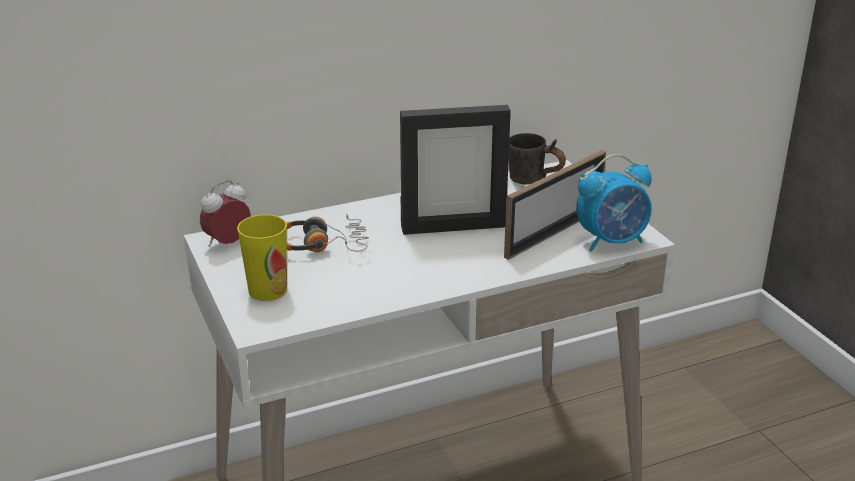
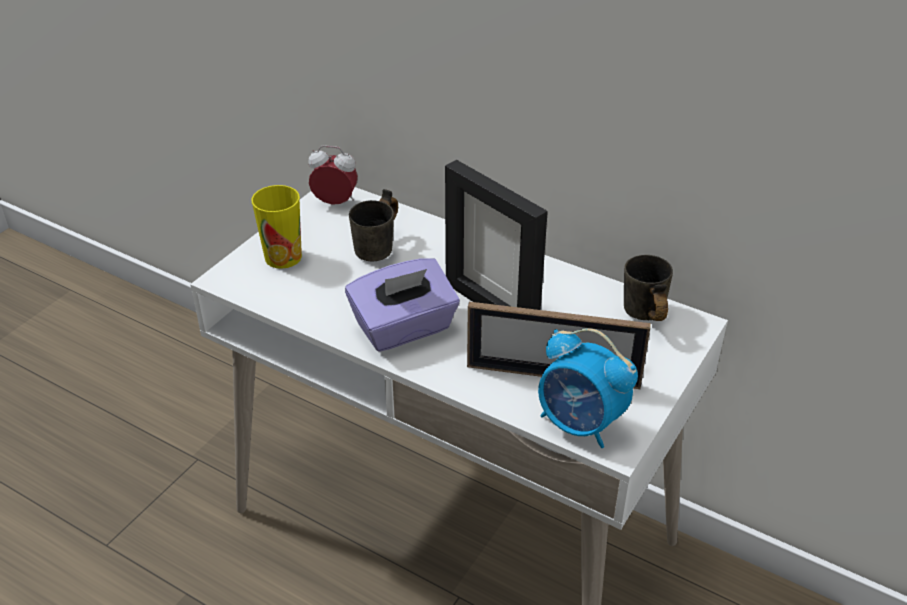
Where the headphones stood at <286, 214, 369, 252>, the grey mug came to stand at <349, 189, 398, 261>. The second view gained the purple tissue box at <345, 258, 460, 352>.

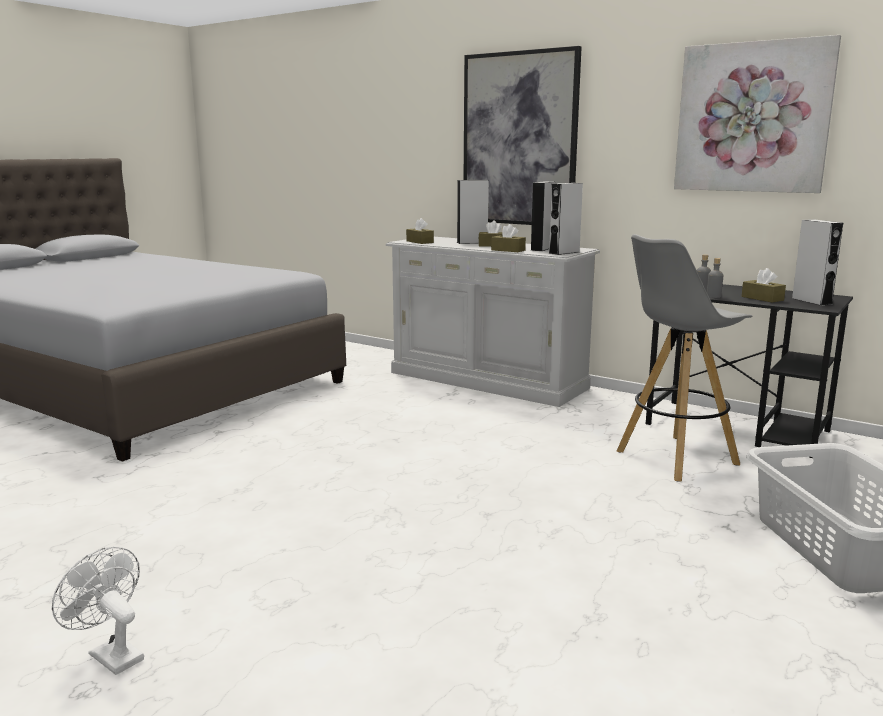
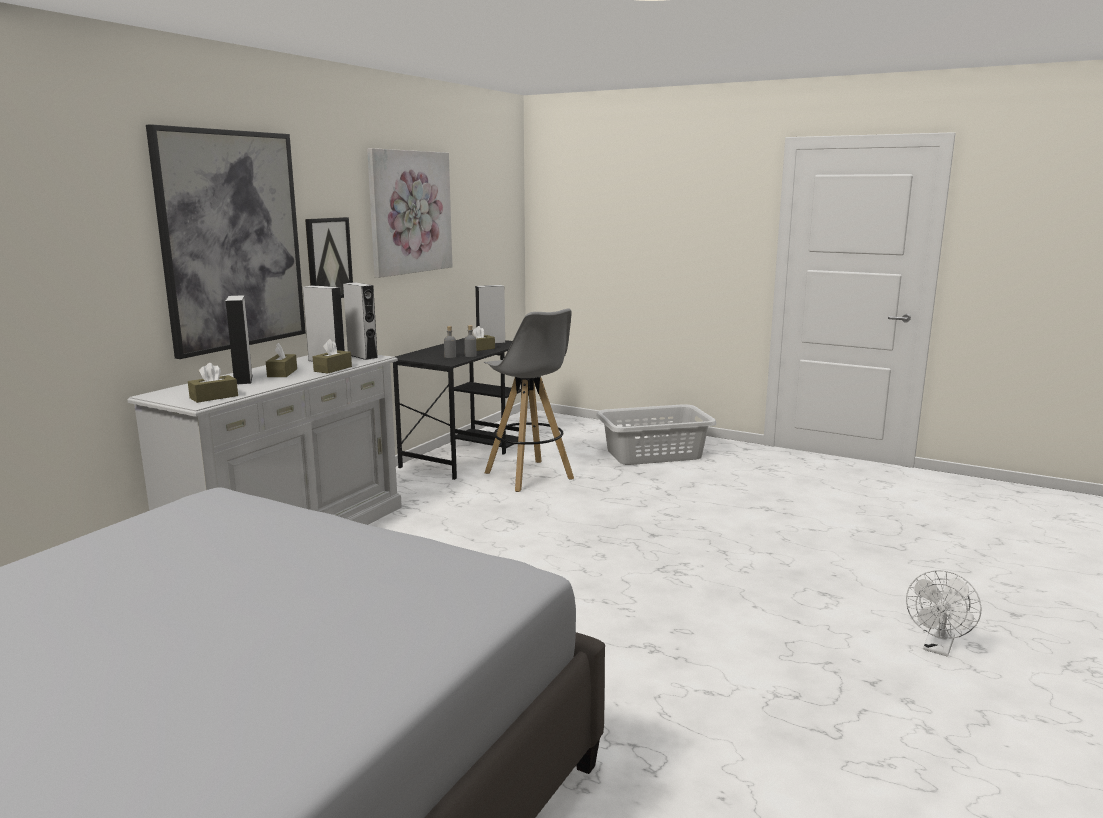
The second view gained the picture at <305, 217, 353, 298>.

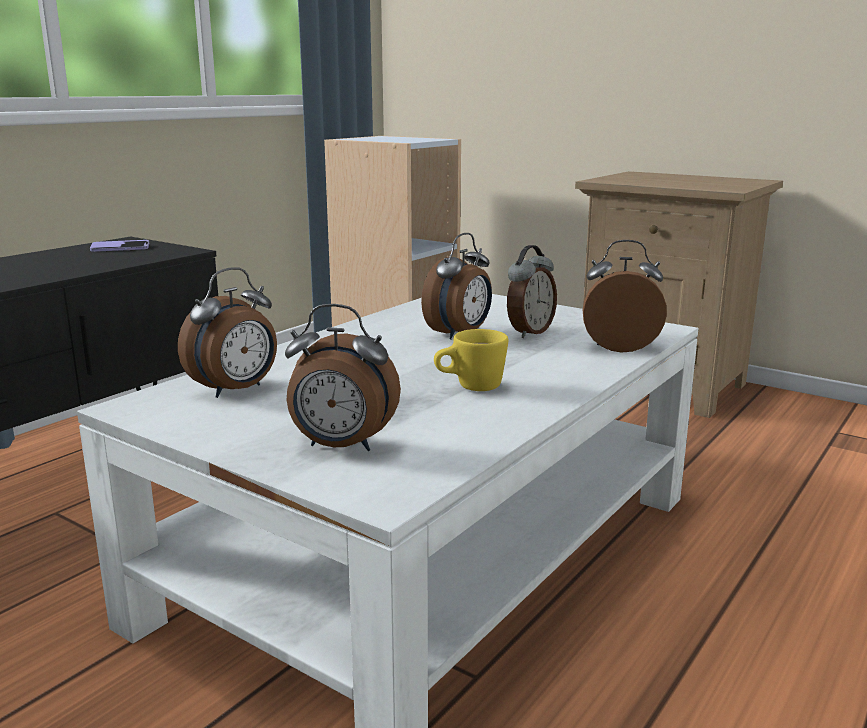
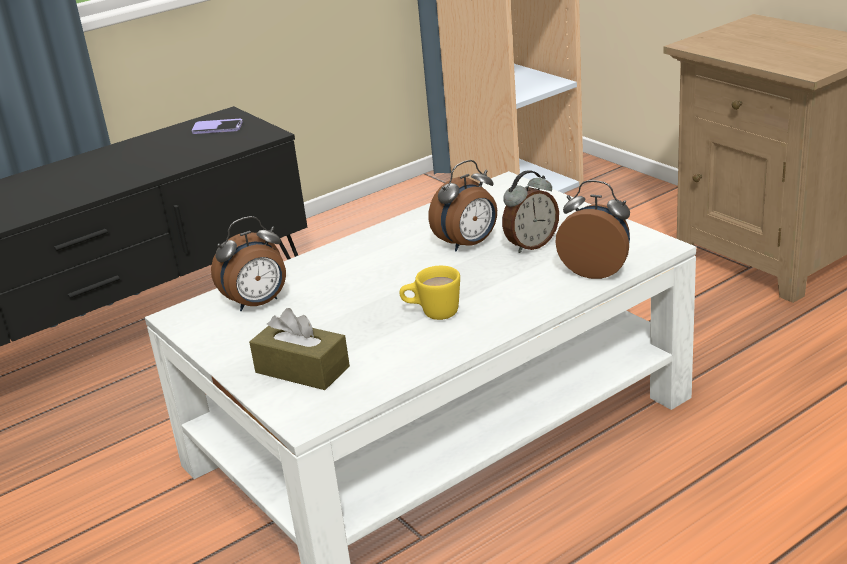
Where the alarm clock stood at <285, 304, 401, 451>, the brown tissue box came to stand at <249, 308, 350, 390>.

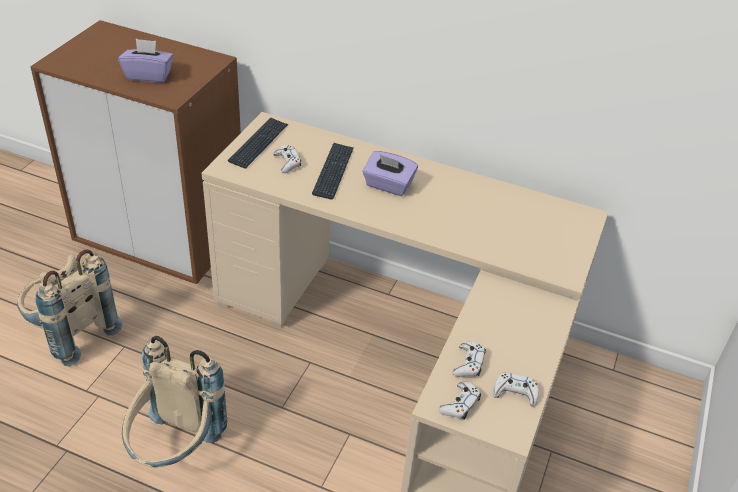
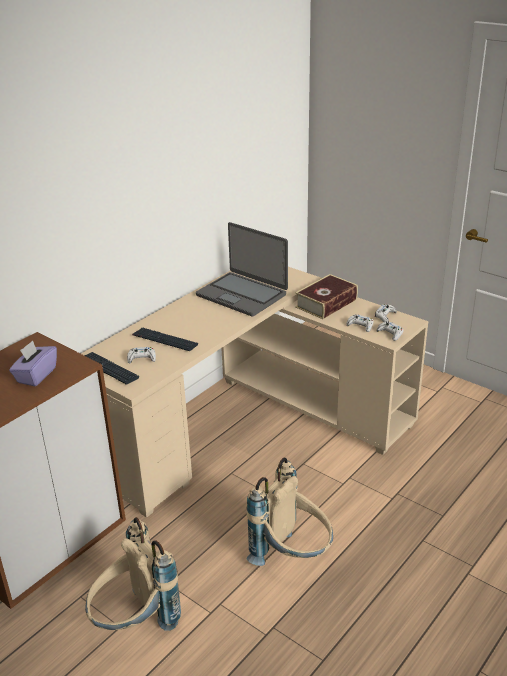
The second view lost the purple tissue box at <362, 151, 418, 196>. The second view gained the laptop at <196, 222, 288, 317>. The second view gained the book at <295, 274, 358, 319>.

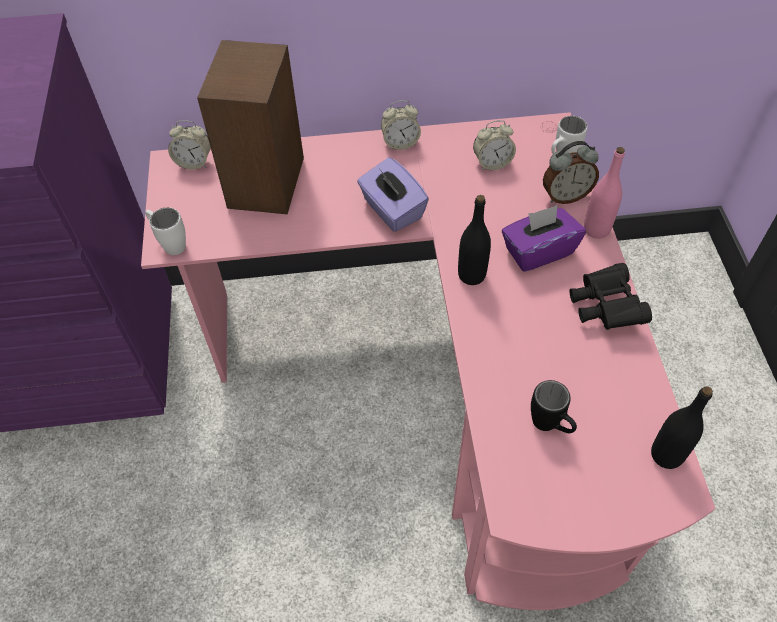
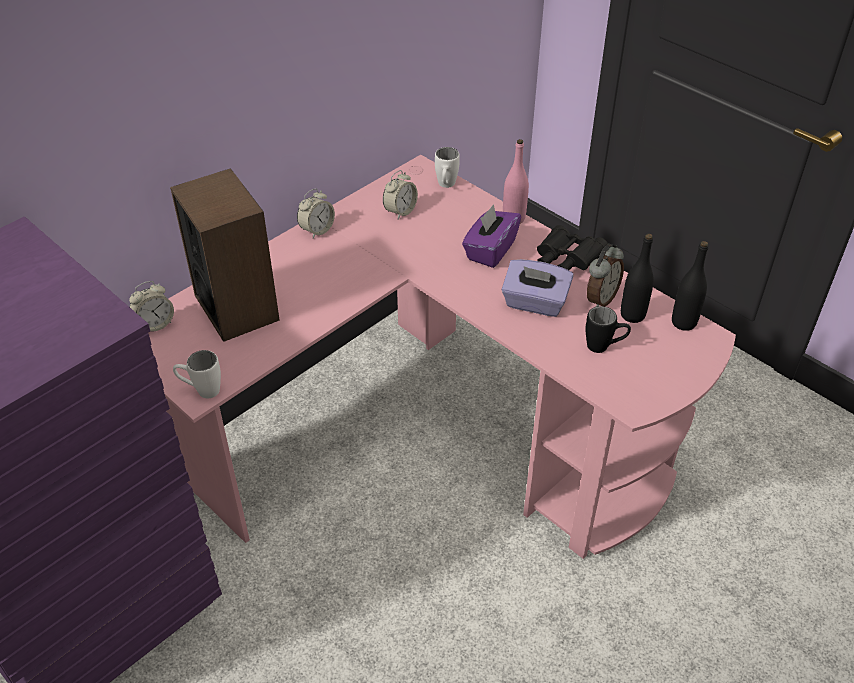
The purple tissue box ended up elsewhere, having gone from <357, 157, 429, 232> to <502, 259, 573, 317>. The black bottle ended up elsewhere, having gone from <458, 195, 491, 285> to <621, 234, 654, 323>. The alarm clock ended up elsewhere, having gone from <543, 141, 599, 204> to <587, 244, 624, 307>.

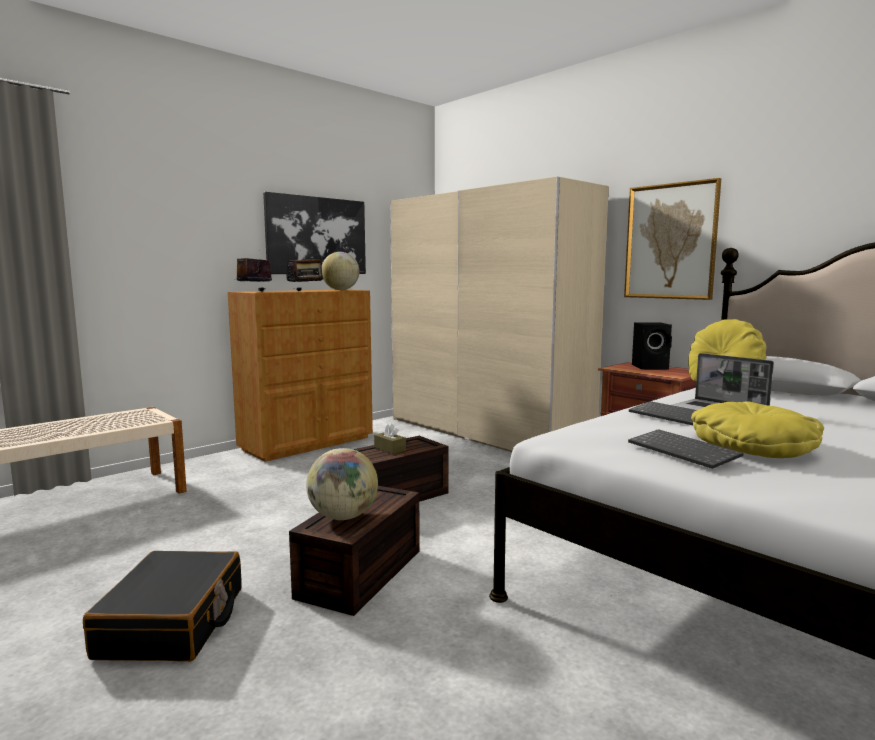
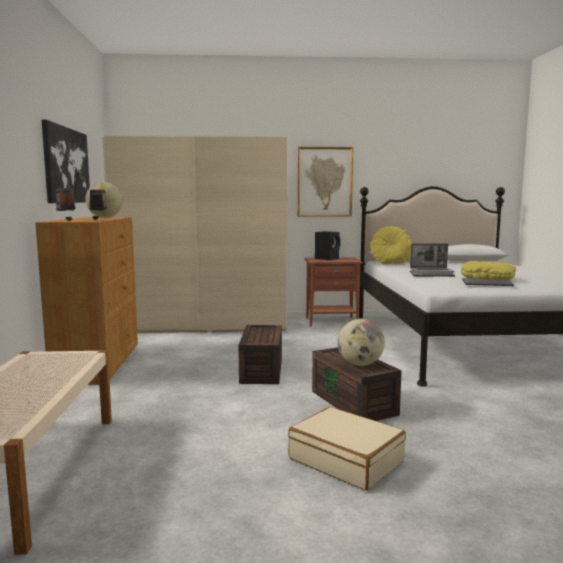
What was the black suitcase at <83, 551, 242, 662> turned into the beige suitcase at <288, 407, 406, 490>. The second view lost the brown tissue box at <374, 423, 406, 454>.

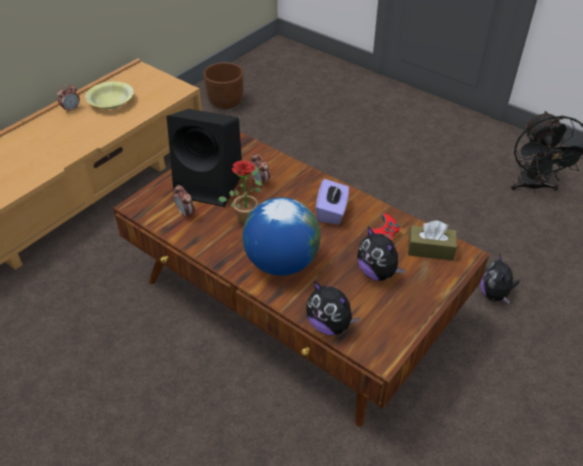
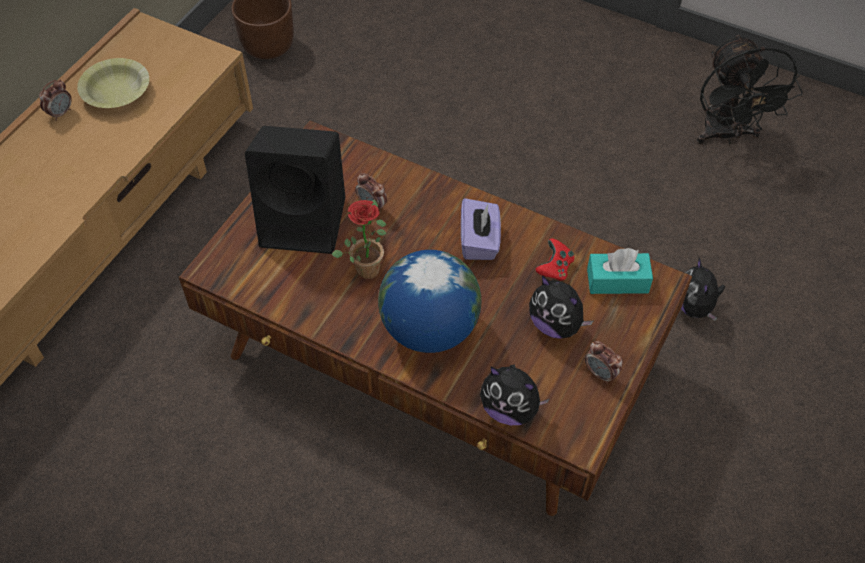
The alarm clock ended up elsewhere, having gone from <174, 185, 195, 219> to <585, 341, 623, 384>. What was the brown tissue box at <408, 221, 457, 261> turned into the turquoise tissue box at <587, 248, 653, 294>.

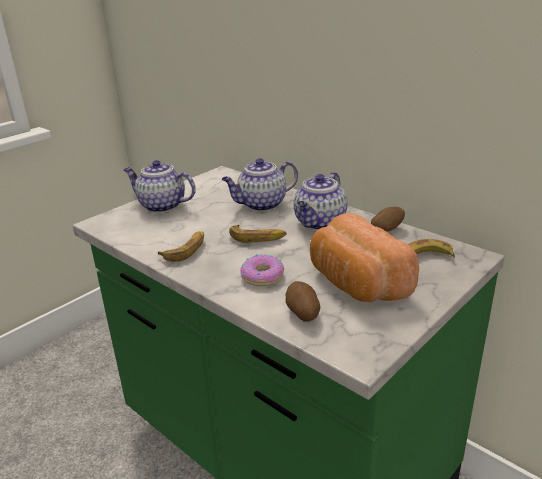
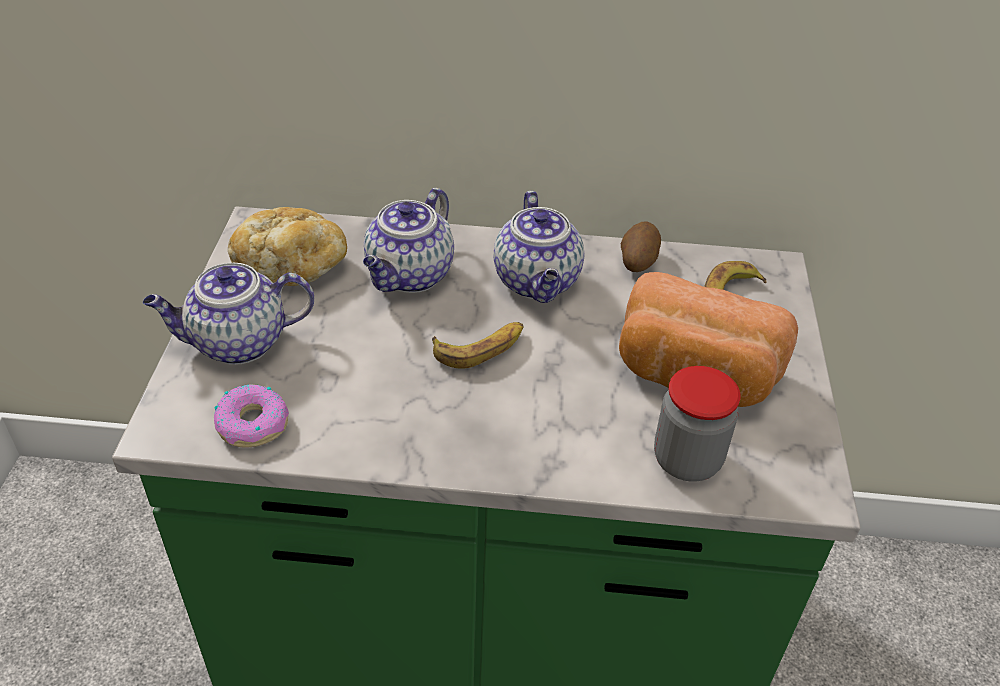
The second view lost the banana at <158, 231, 204, 262>. The donut ended up elsewhere, having gone from <240, 254, 284, 286> to <214, 384, 289, 448>. Where the potato stood at <286, 281, 320, 322>, the jar came to stand at <654, 366, 741, 481>. The second view gained the bread at <228, 207, 347, 286>.

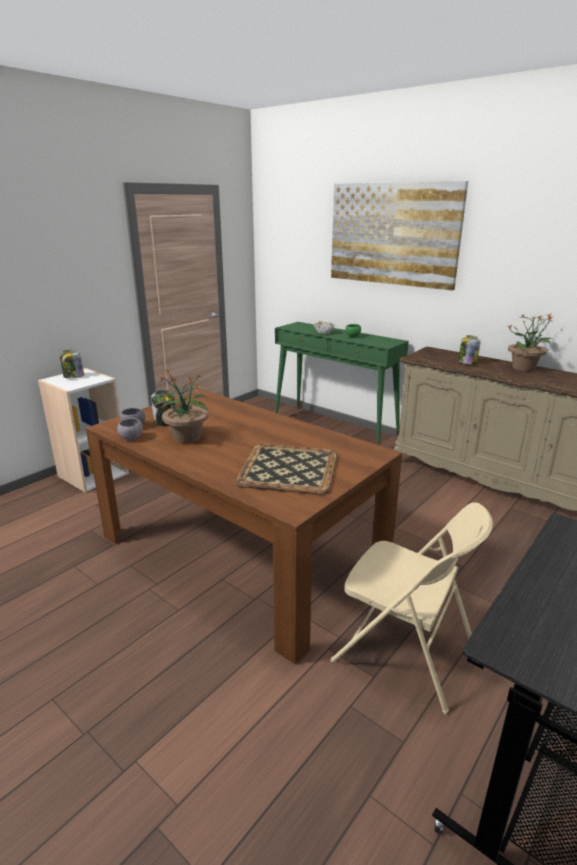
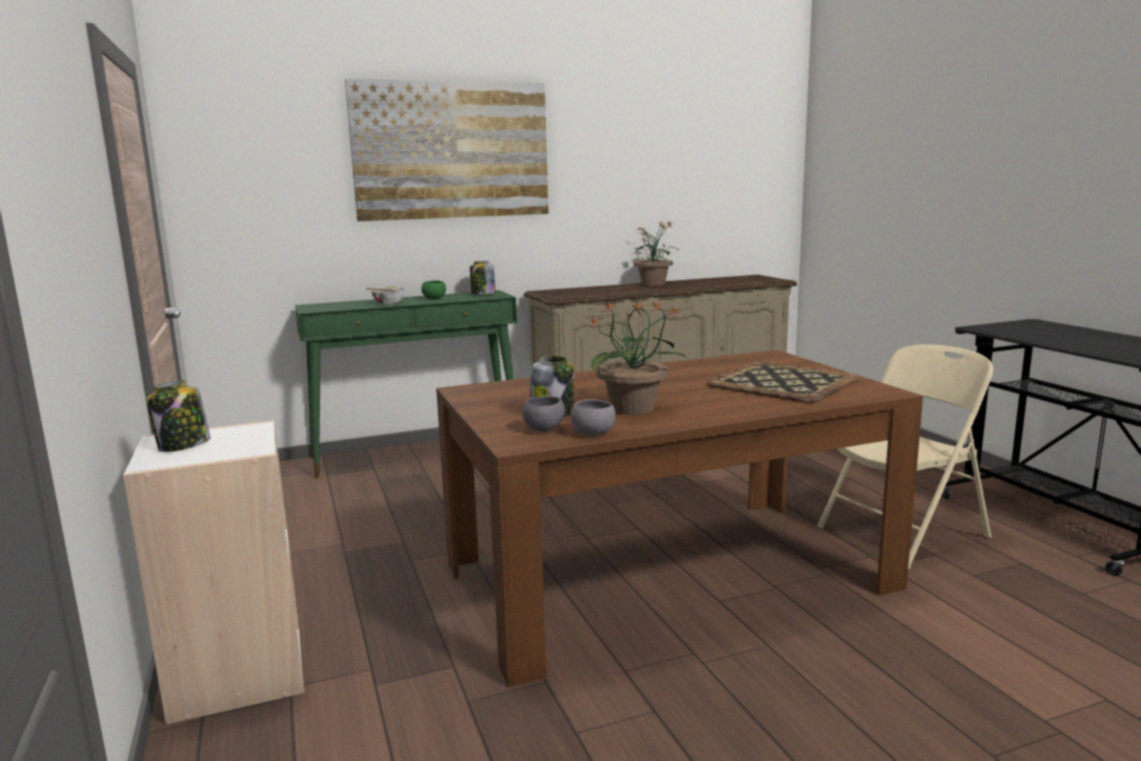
The jar ended up elsewhere, having gone from <458, 335, 481, 365> to <470, 261, 496, 295>.

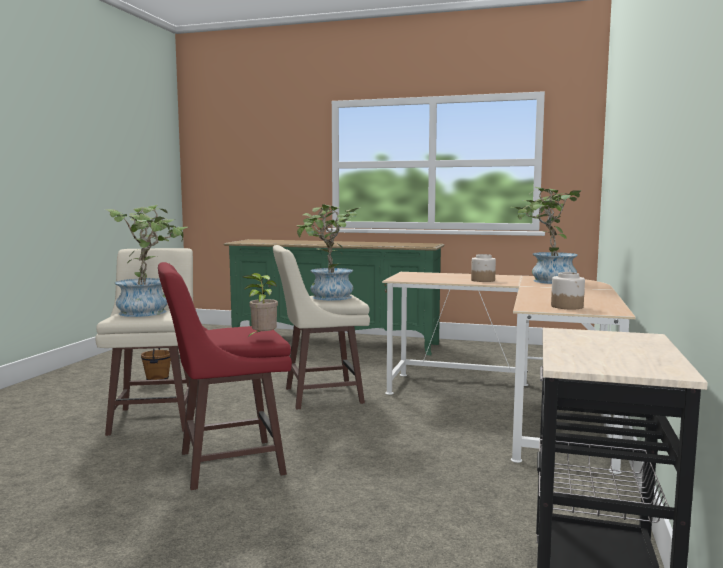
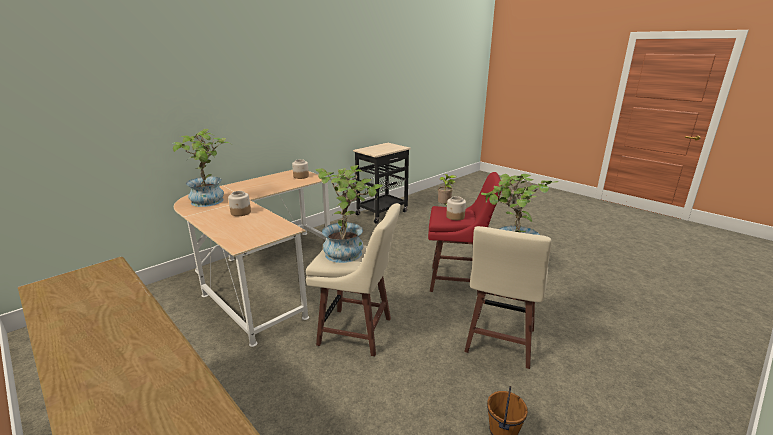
The second view gained the jar at <446, 196, 466, 220>.

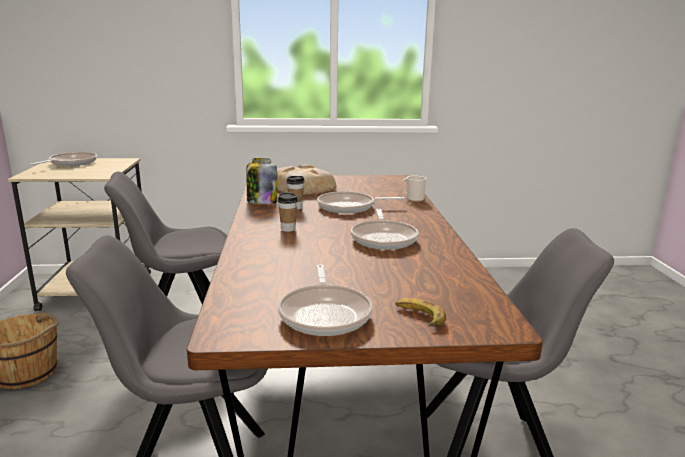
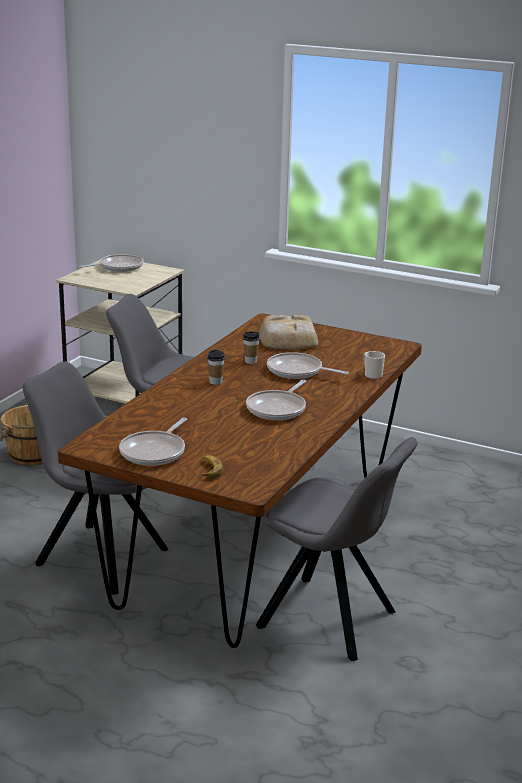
The second view lost the jar at <247, 158, 277, 204>.

